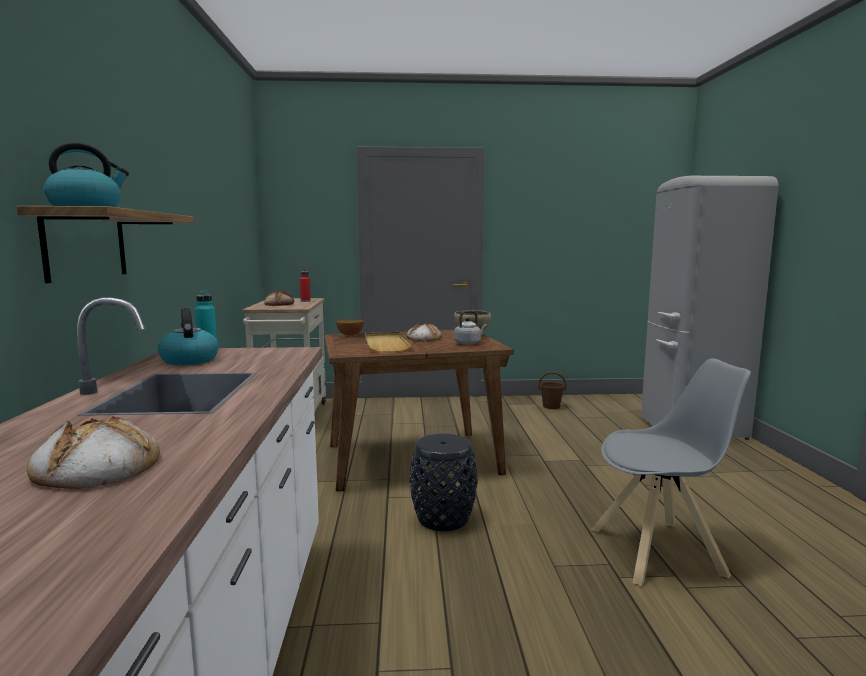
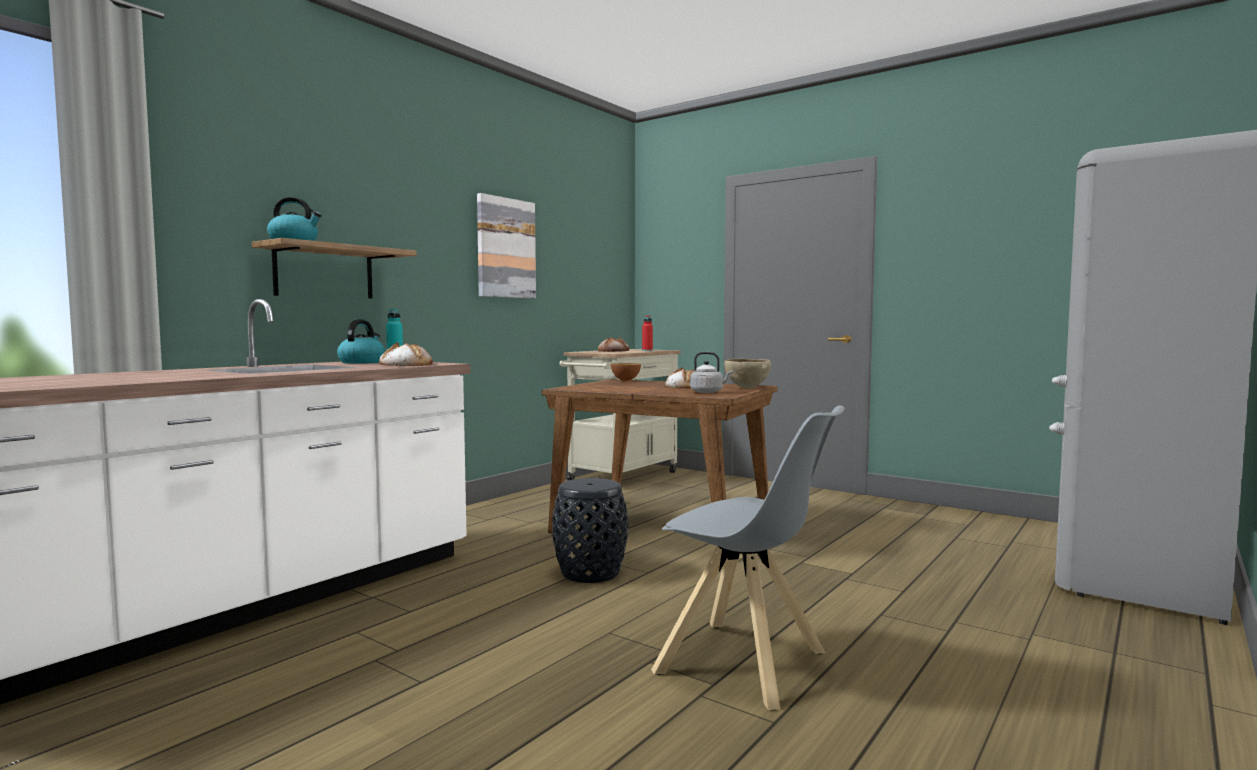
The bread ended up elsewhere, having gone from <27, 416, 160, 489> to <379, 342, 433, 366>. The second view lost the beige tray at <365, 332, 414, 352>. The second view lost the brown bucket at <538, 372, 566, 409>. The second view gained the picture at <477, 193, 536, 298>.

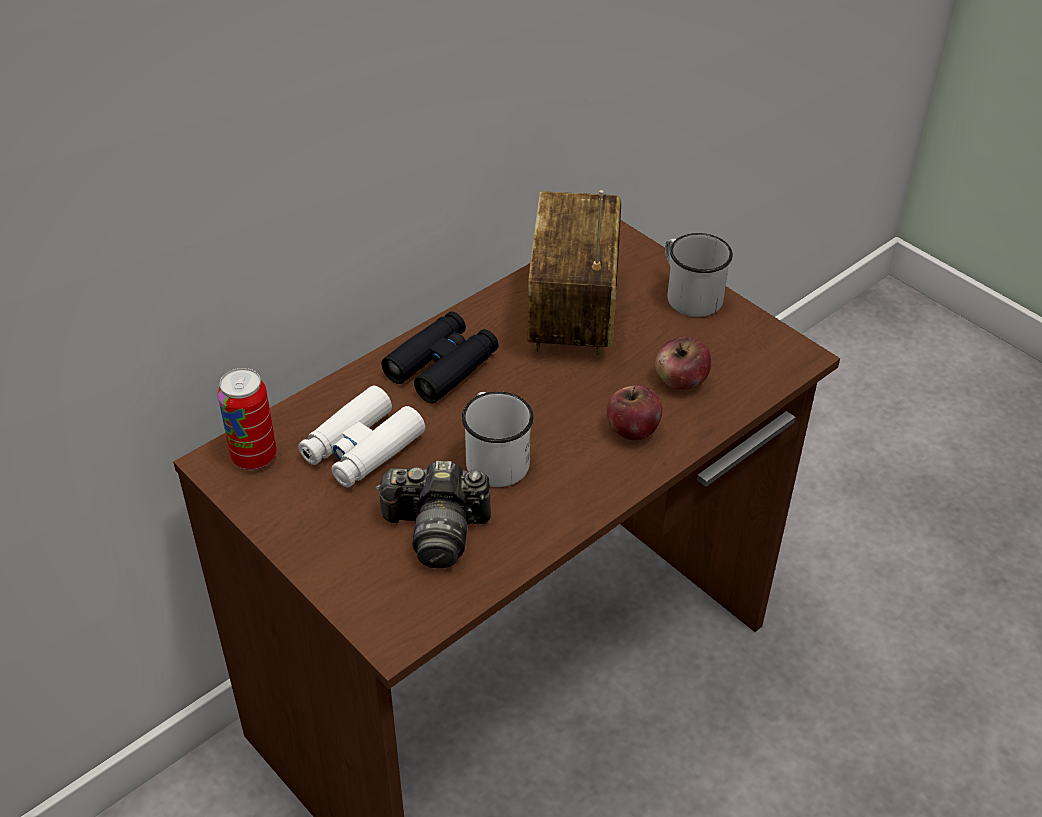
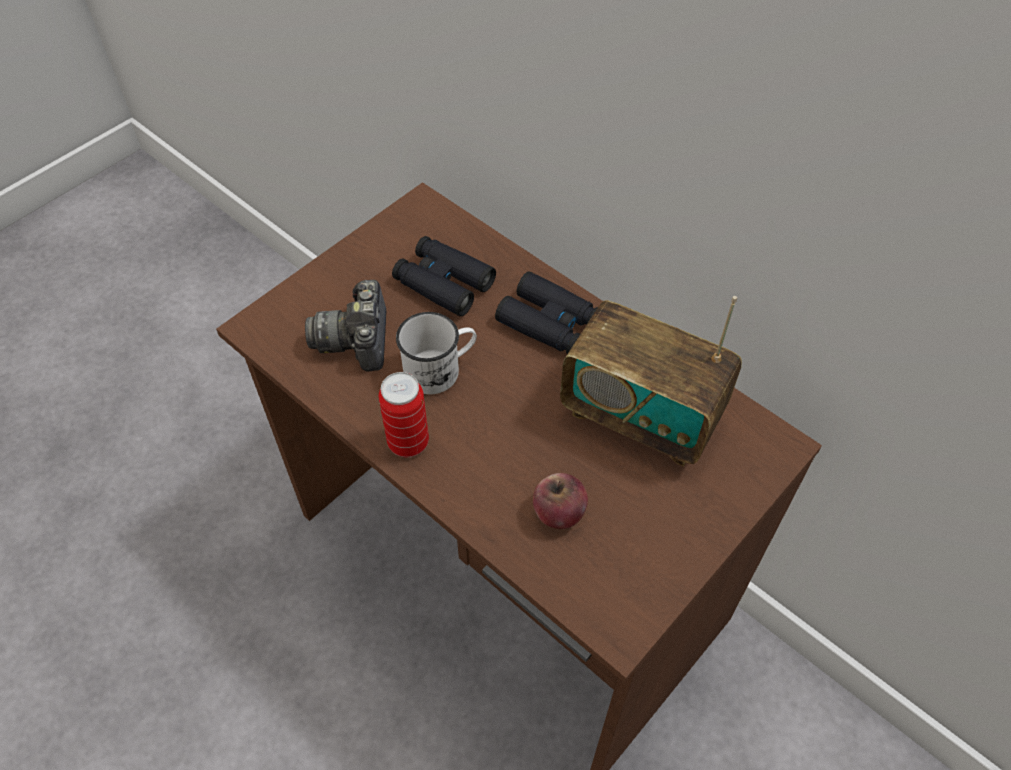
The can ended up elsewhere, having gone from <218, 368, 277, 470> to <379, 372, 429, 457>. What was the white binoculars at <299, 386, 425, 488> turned into the black binoculars at <392, 236, 496, 316>. The radio at <527, 190, 621, 357> ended up facing another way, 150 degrees counterclockwise from before. The second view lost the apple at <607, 386, 662, 440>. The second view lost the white mug at <665, 233, 733, 317>.

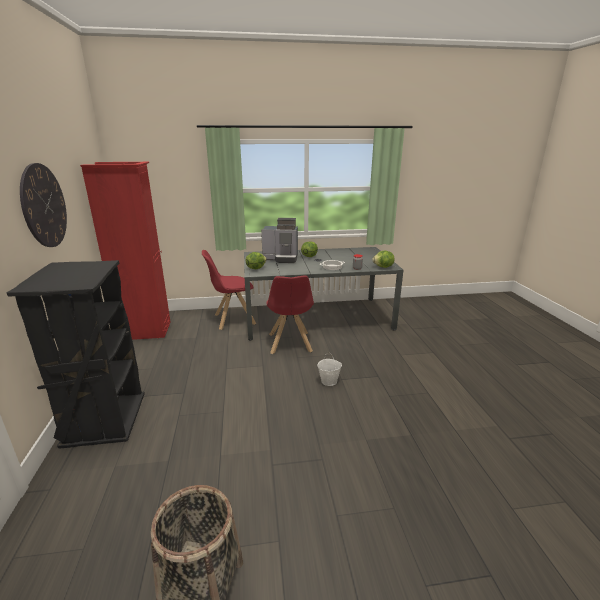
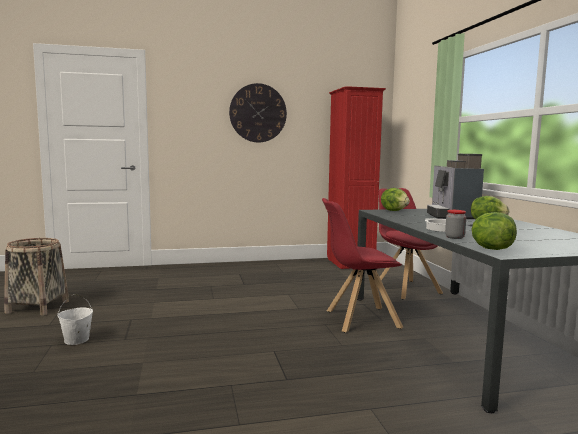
The second view lost the black bookcase at <6, 260, 145, 448>. The white bucket ended up elsewhere, having gone from <317, 353, 342, 386> to <57, 294, 93, 345>.

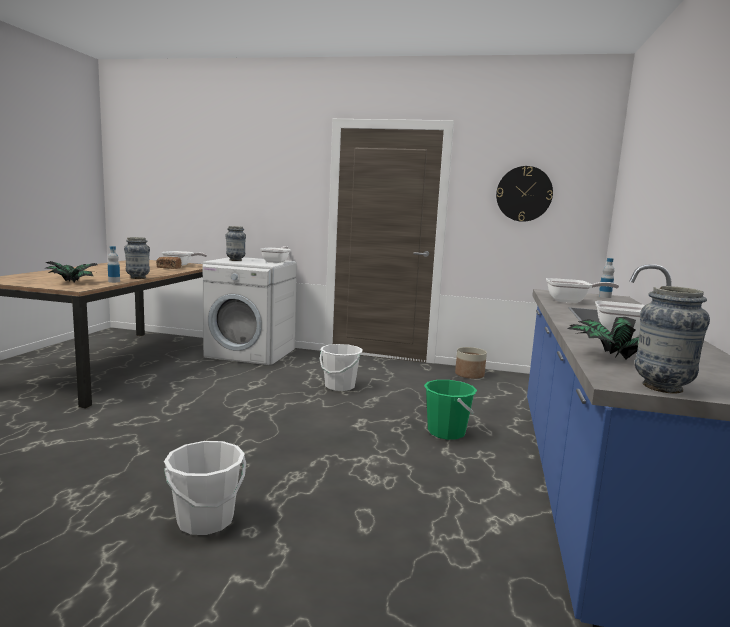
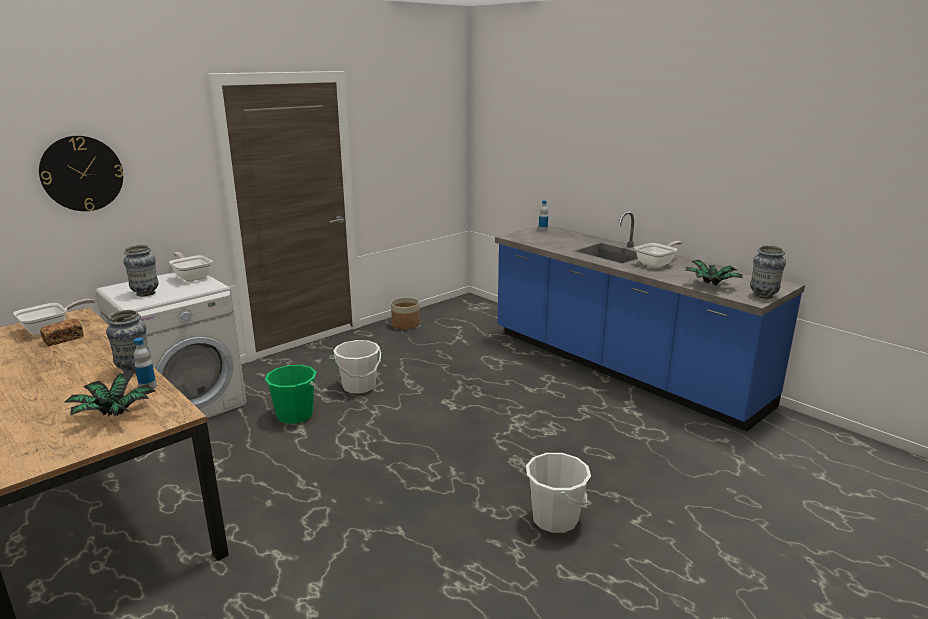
The green bucket ended up elsewhere, having gone from <424, 380, 477, 440> to <265, 365, 318, 424>. The wall clock ended up elsewhere, having gone from <496, 166, 553, 222> to <39, 136, 123, 211>. The second view lost the frying pan at <546, 278, 619, 303>.

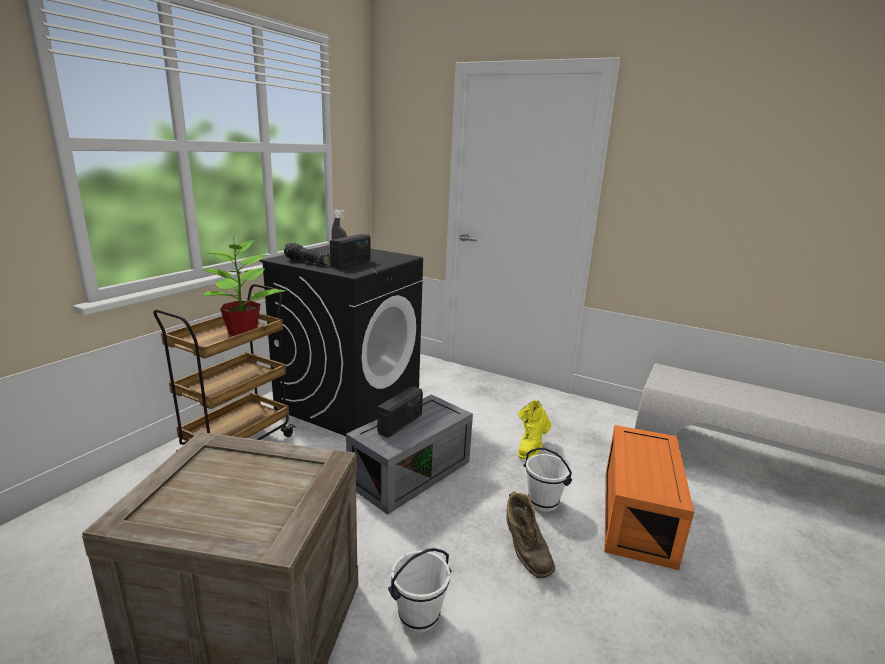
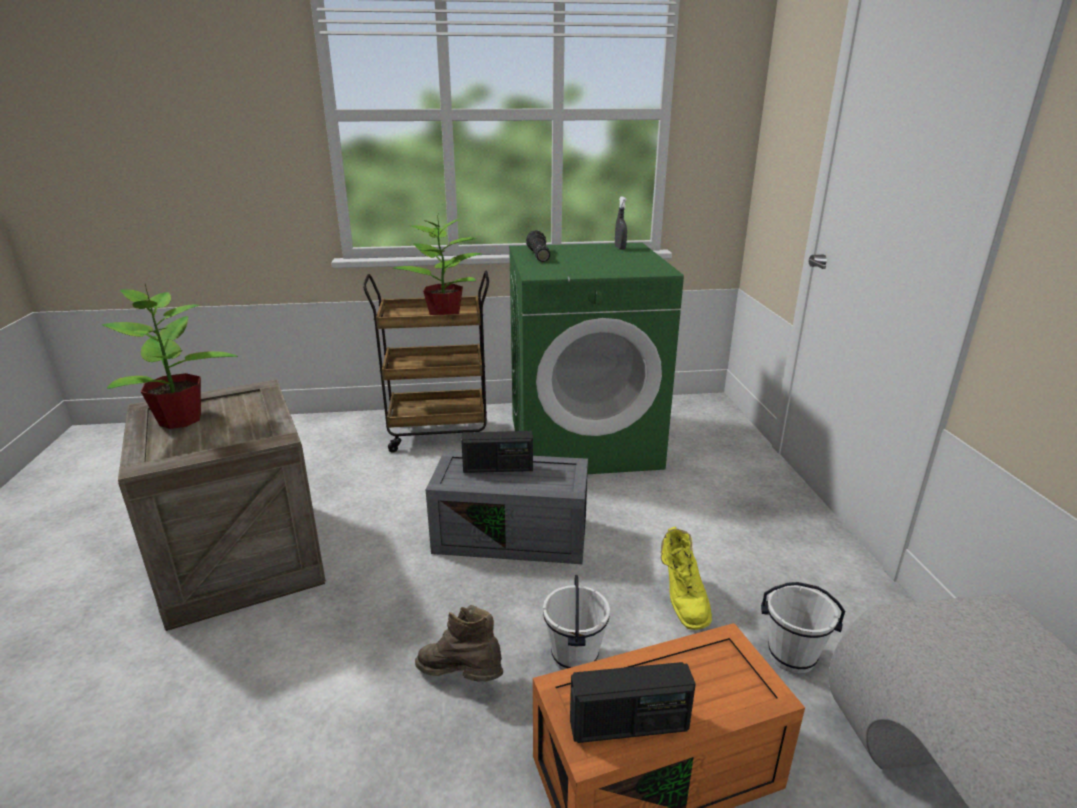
What was the black washing machine at <260, 245, 423, 436> turned into the green washing machine at <509, 243, 684, 474>. The radio ended up elsewhere, having gone from <330, 234, 370, 269> to <570, 662, 696, 743>. The white bucket ended up elsewhere, having gone from <388, 548, 452, 633> to <761, 582, 845, 674>. The brown boot at <506, 491, 555, 578> ended up facing another way, 90 degrees clockwise from before. The yellow boot at <518, 400, 551, 459> ended up facing another way, 90 degrees counterclockwise from before. The second view gained the potted plant at <102, 283, 238, 429>.

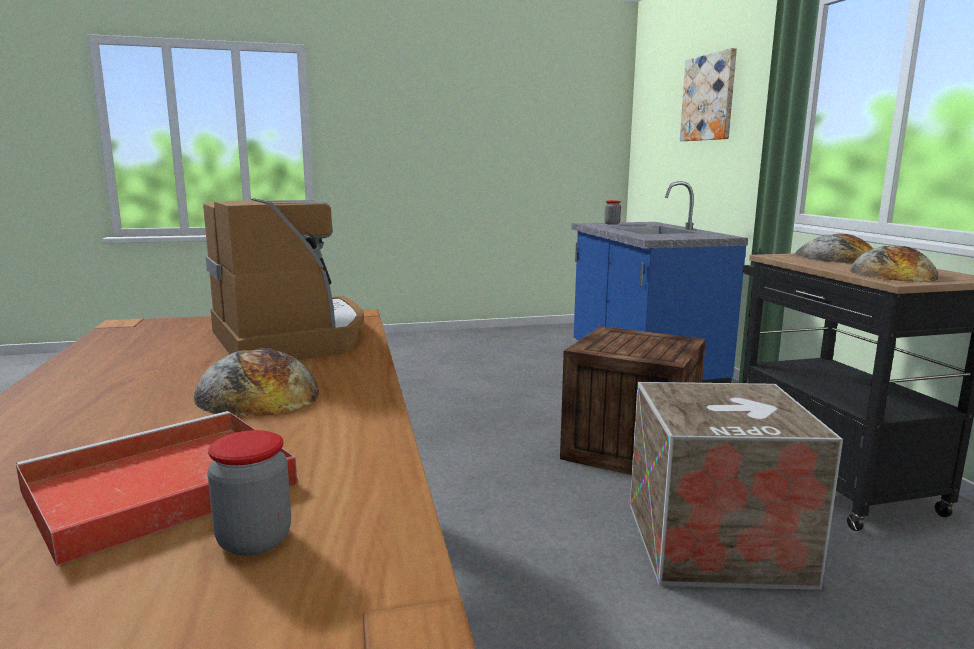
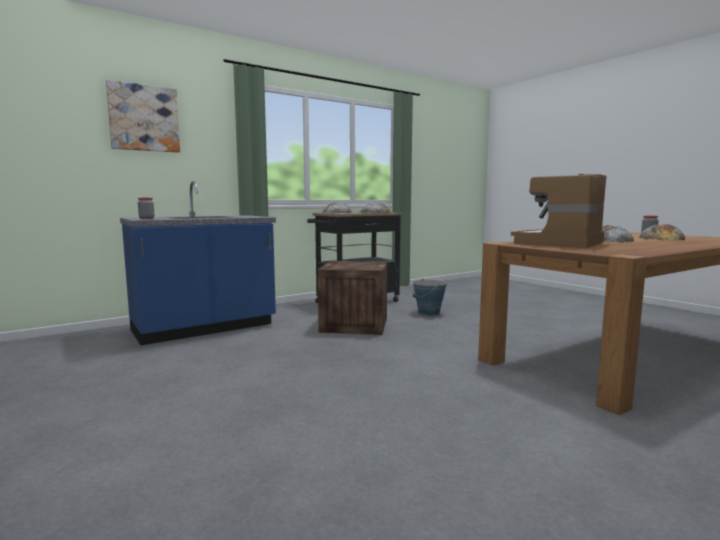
Where the red tray stood at <16, 411, 298, 566>, the bread came to stand at <639, 224, 685, 241>. Where the crate stood at <630, 382, 843, 590>, the bucket came to stand at <413, 278, 447, 316>.

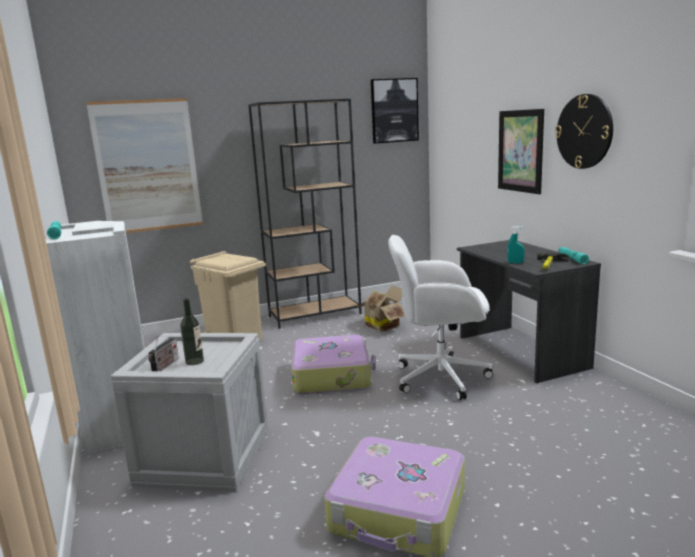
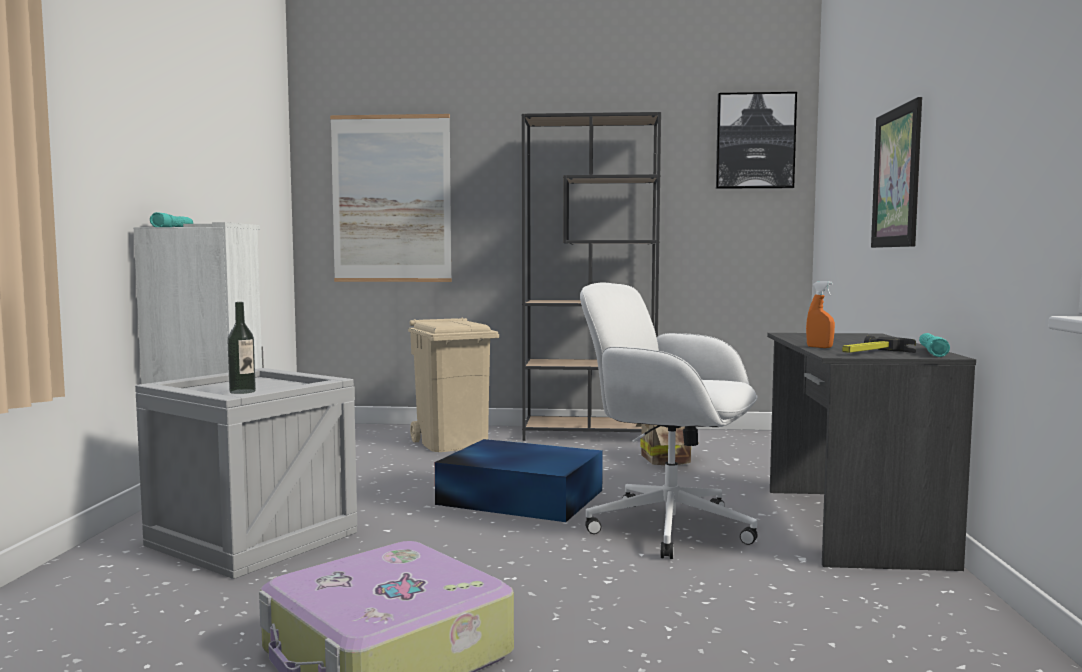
The second view lost the radio at <148, 336, 179, 371>. Where the suitcase stood at <291, 335, 375, 394>, the blue storage box came to stand at <435, 439, 603, 522>. What was the turquoise spray bottle at <507, 226, 525, 263> turned into the orange spray bottle at <806, 281, 835, 348>. The second view lost the wall clock at <555, 94, 613, 169>.

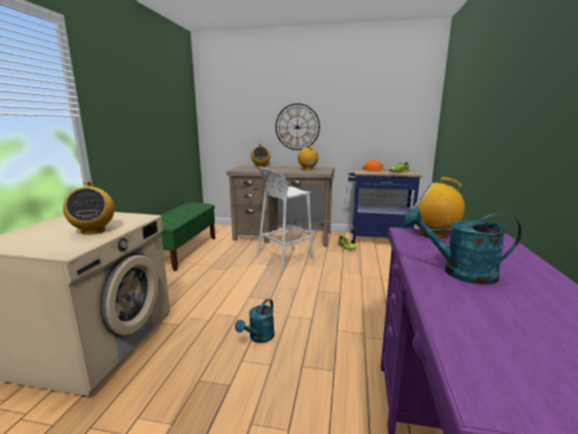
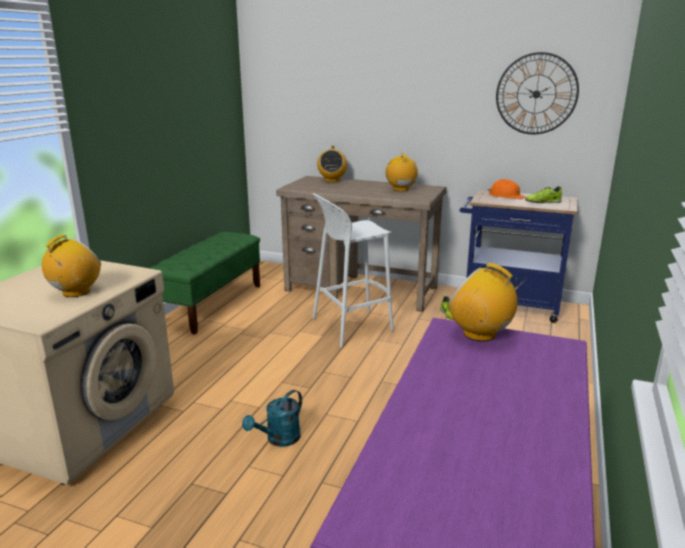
The radio at <63, 181, 115, 235> ended up facing another way, 135 degrees counterclockwise from before. The wall clock ended up elsewhere, having gone from <275, 103, 320, 150> to <496, 52, 579, 134>. The second view lost the turquoise watering can at <404, 207, 522, 285>.

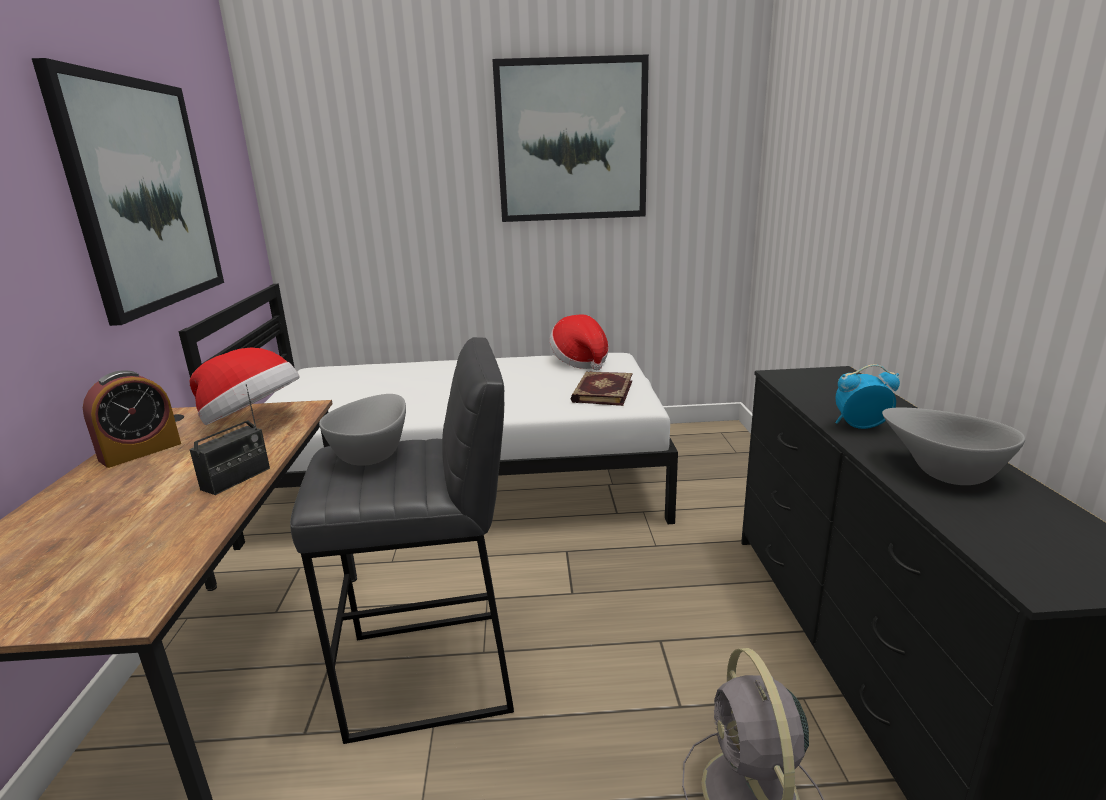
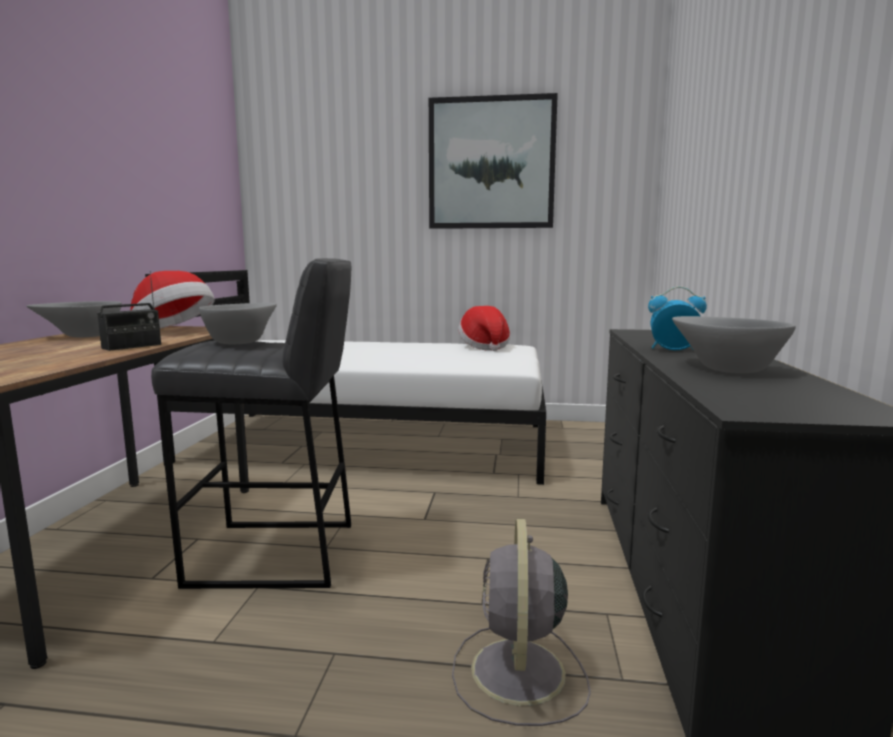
The second view lost the picture at <32, 58, 224, 326>. Where the alarm clock stood at <83, 371, 181, 468>, the grey bowl came to stand at <26, 301, 122, 337>. The second view lost the book at <571, 371, 632, 406>.

